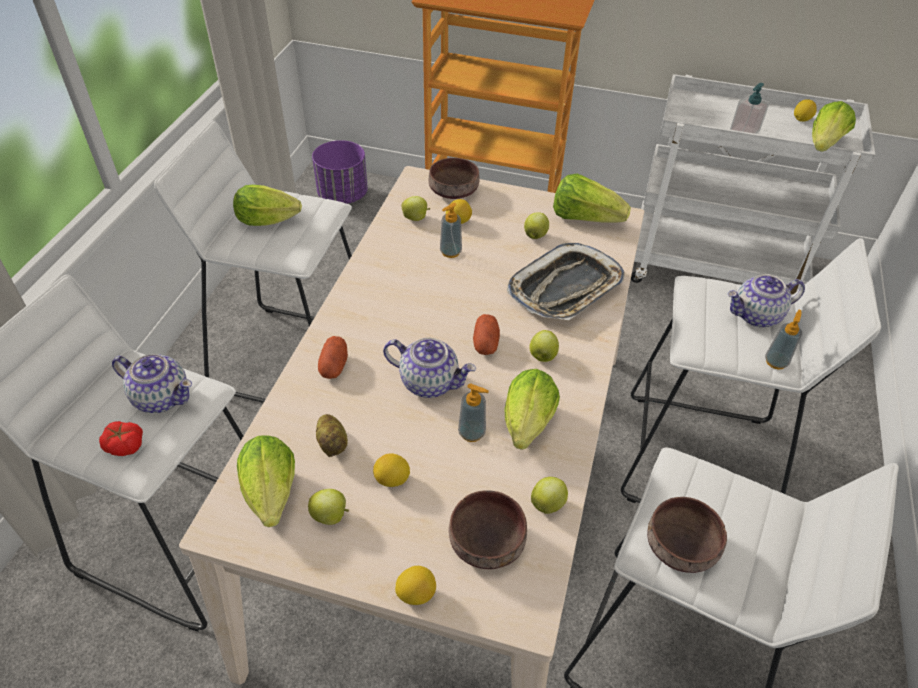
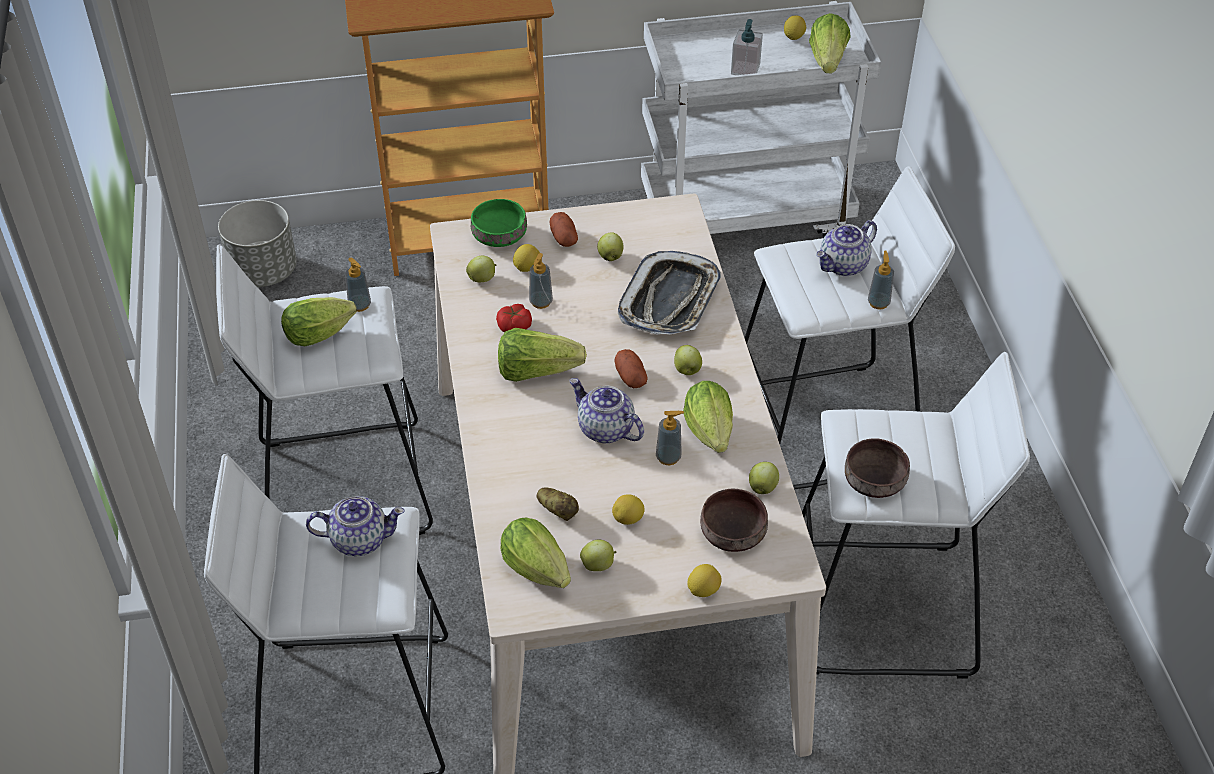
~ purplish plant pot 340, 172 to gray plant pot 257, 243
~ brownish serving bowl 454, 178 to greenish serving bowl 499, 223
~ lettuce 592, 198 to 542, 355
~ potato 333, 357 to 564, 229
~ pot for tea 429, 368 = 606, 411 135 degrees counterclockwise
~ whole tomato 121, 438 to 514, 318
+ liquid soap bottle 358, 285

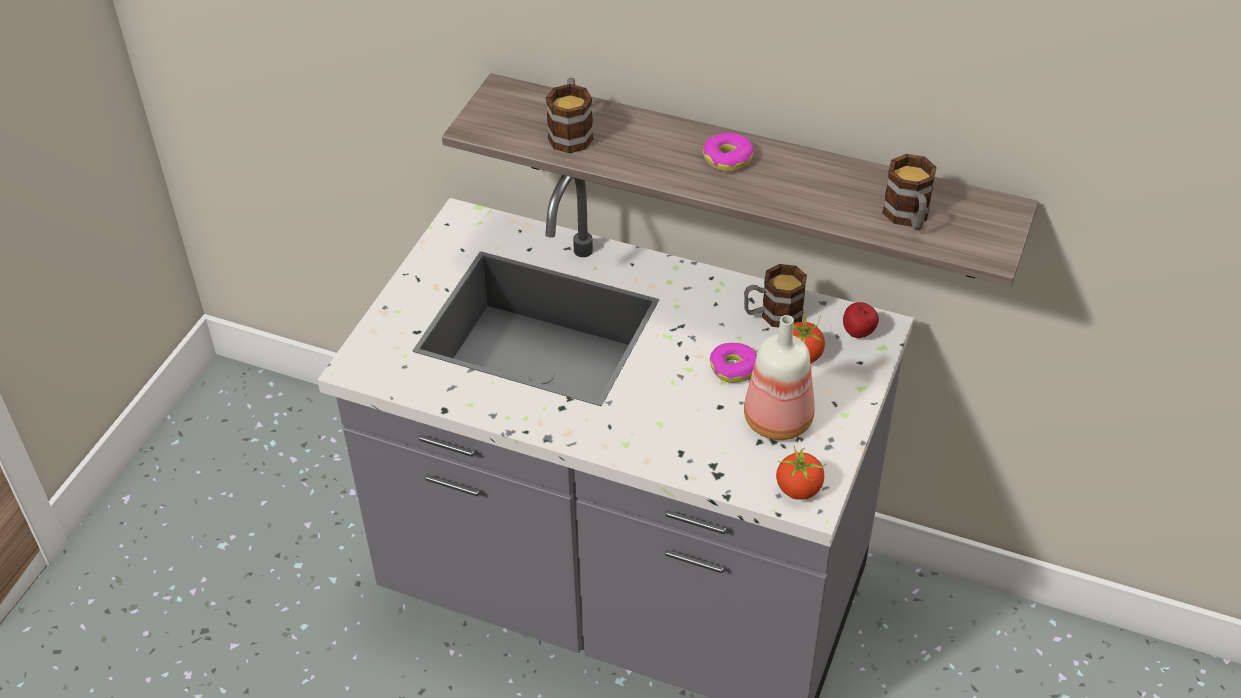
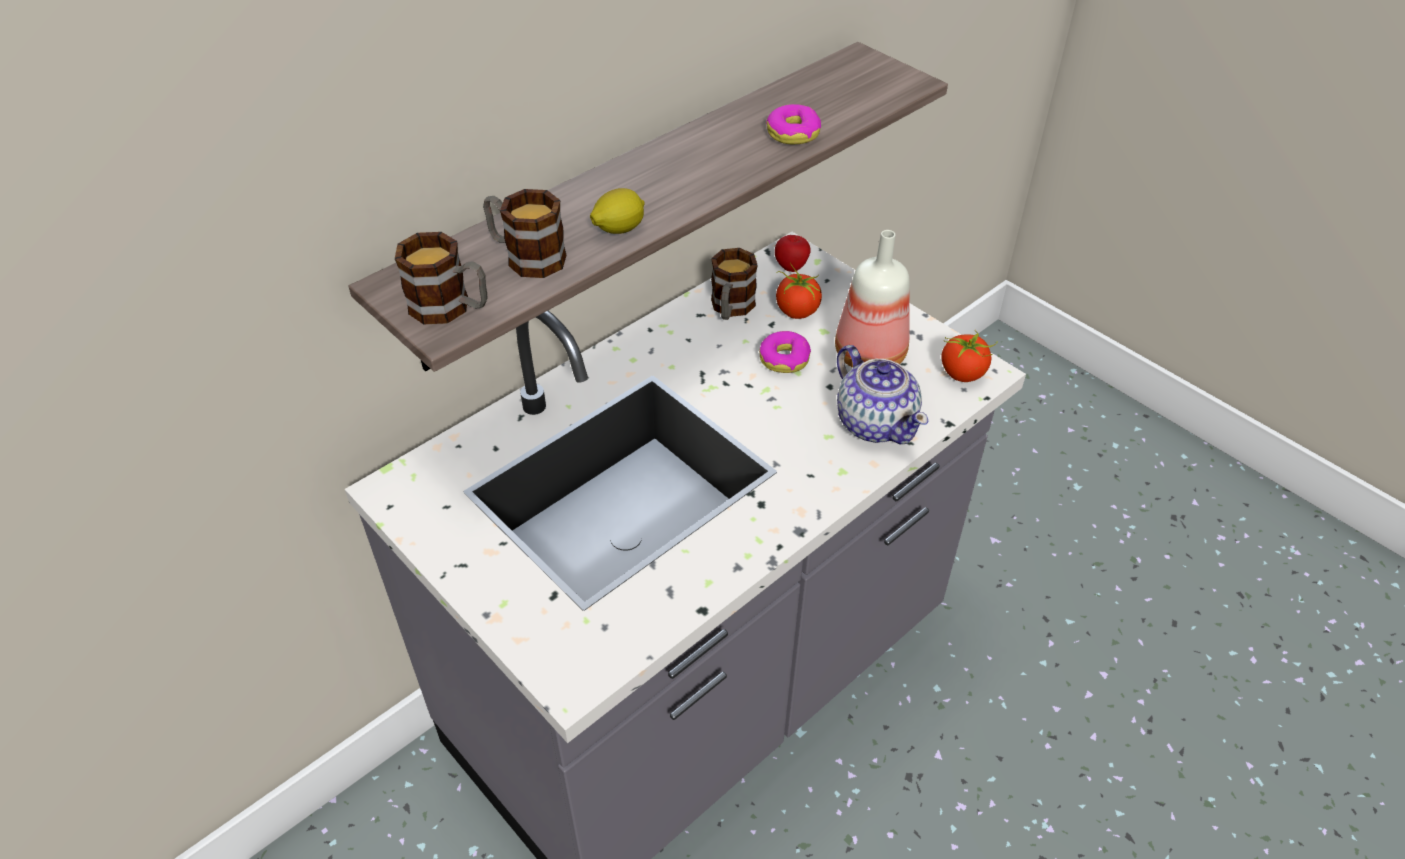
~ donut 728, 152 to 793, 124
~ mug 909, 192 to 441, 278
+ lemon 617, 211
+ pot for tea 882, 394

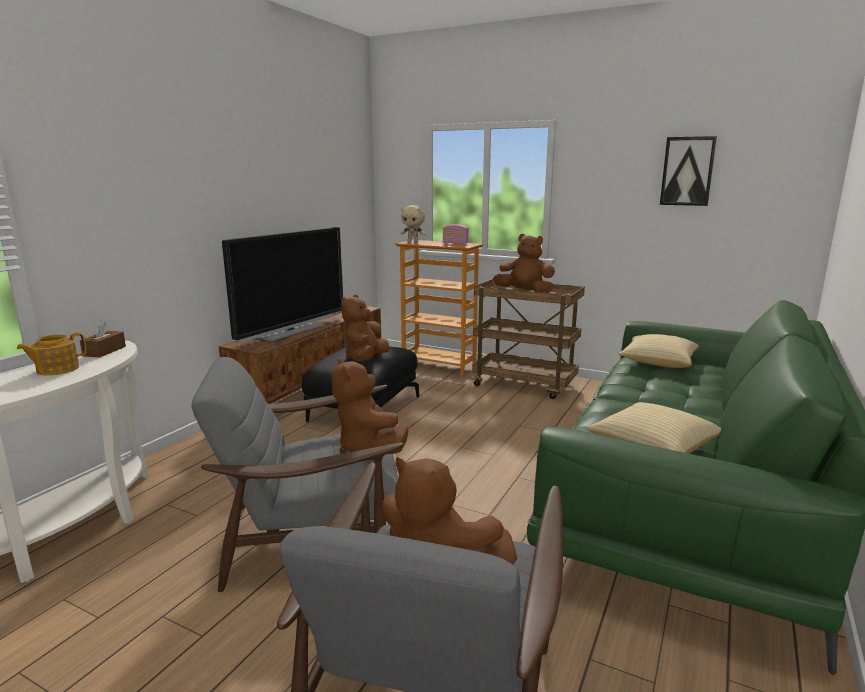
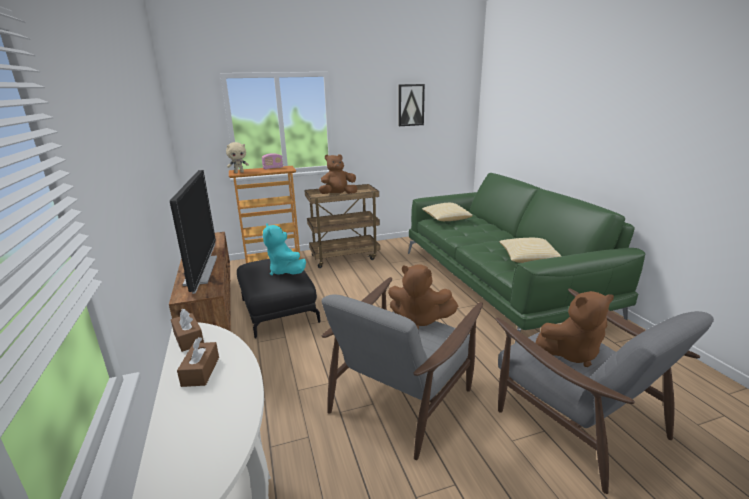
~ brownish soft toy 365, 328 to turquoise soft toy 284, 249
~ pot for tea 51, 354 to brownish tissue box 198, 362

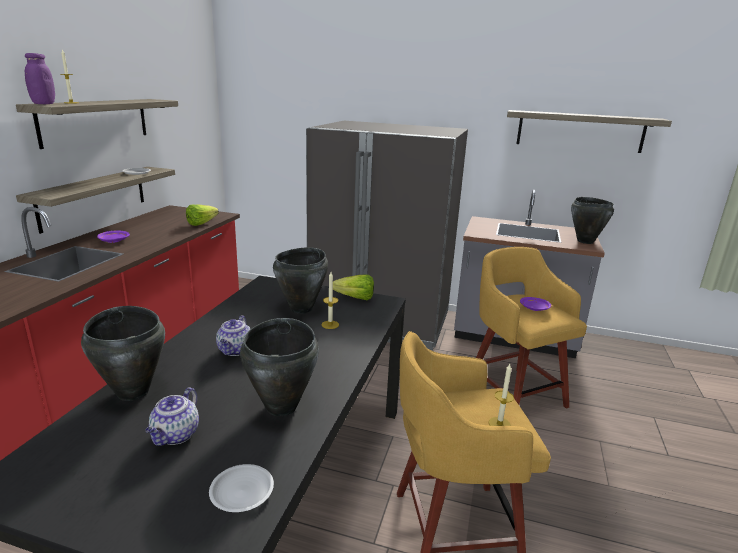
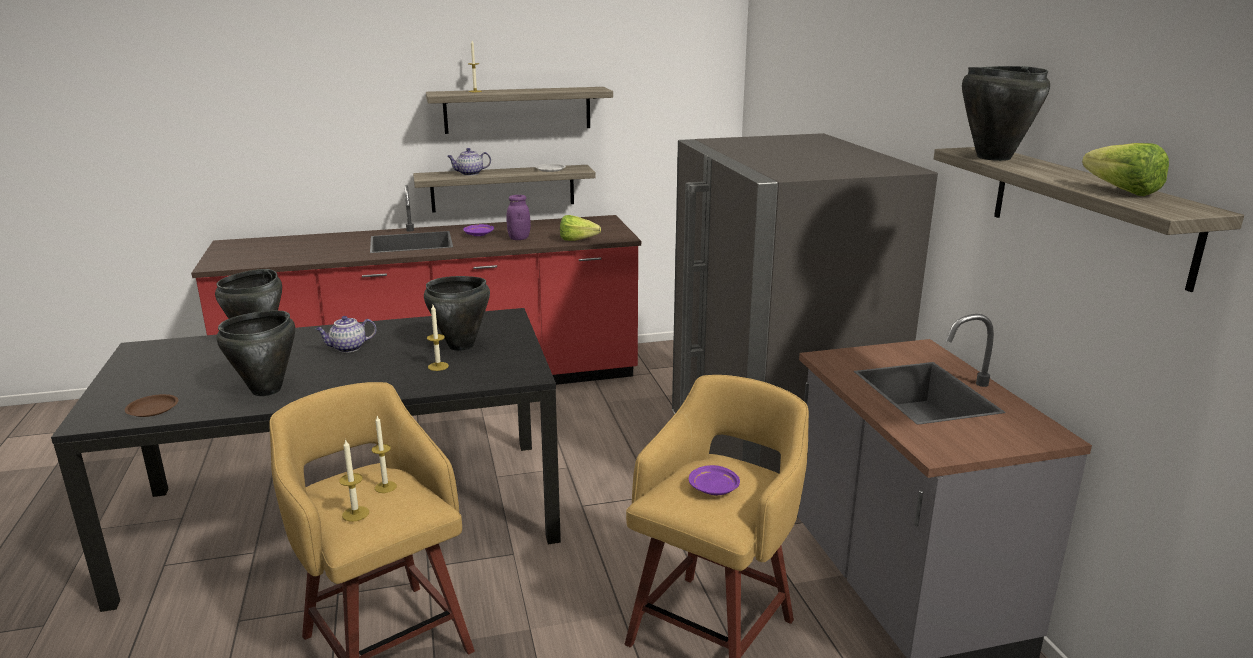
~ purplish jar 40, 78 to 518, 217
~ blackish stockpot 592, 220 to 1006, 113
~ lettuce 353, 287 to 1125, 169
~ pot for tea 172, 416 to 469, 162
~ white flat dish 241, 488 to brownish flat dish 151, 405
+ wax light 384, 454

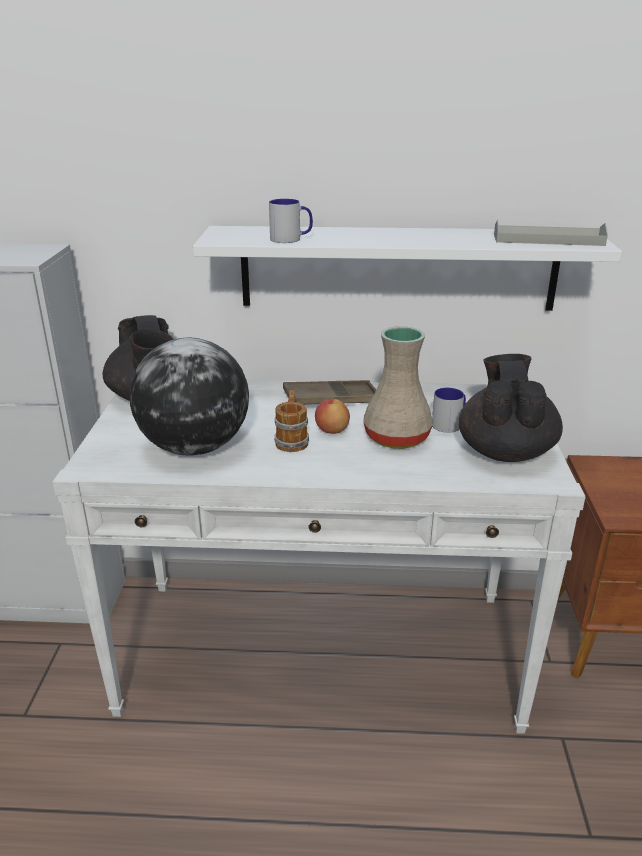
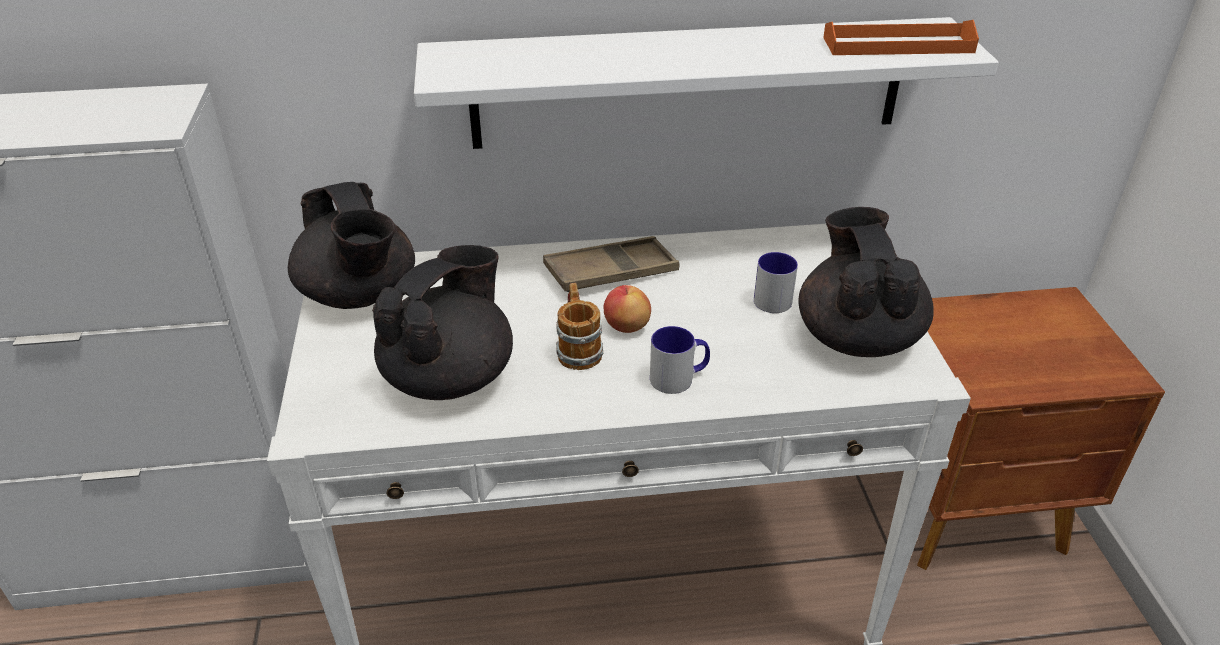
~ mug 291, 221 to 680, 360
~ gray tray 551, 233 to orange tray 901, 37
- beige flower vase 398, 387
~ desk globe 189, 397 to blackish pot for tea 442, 322

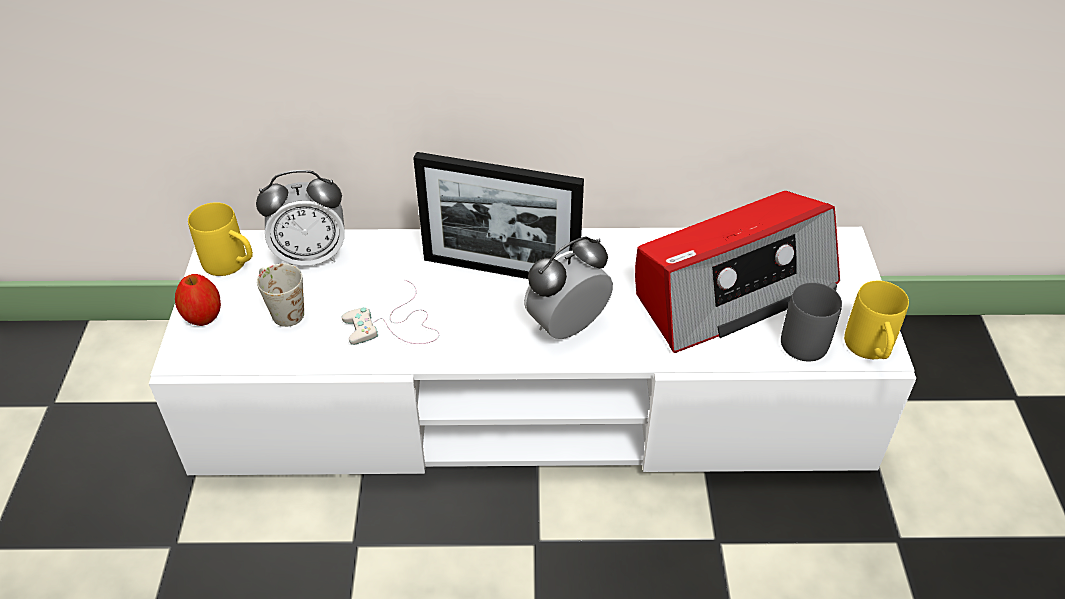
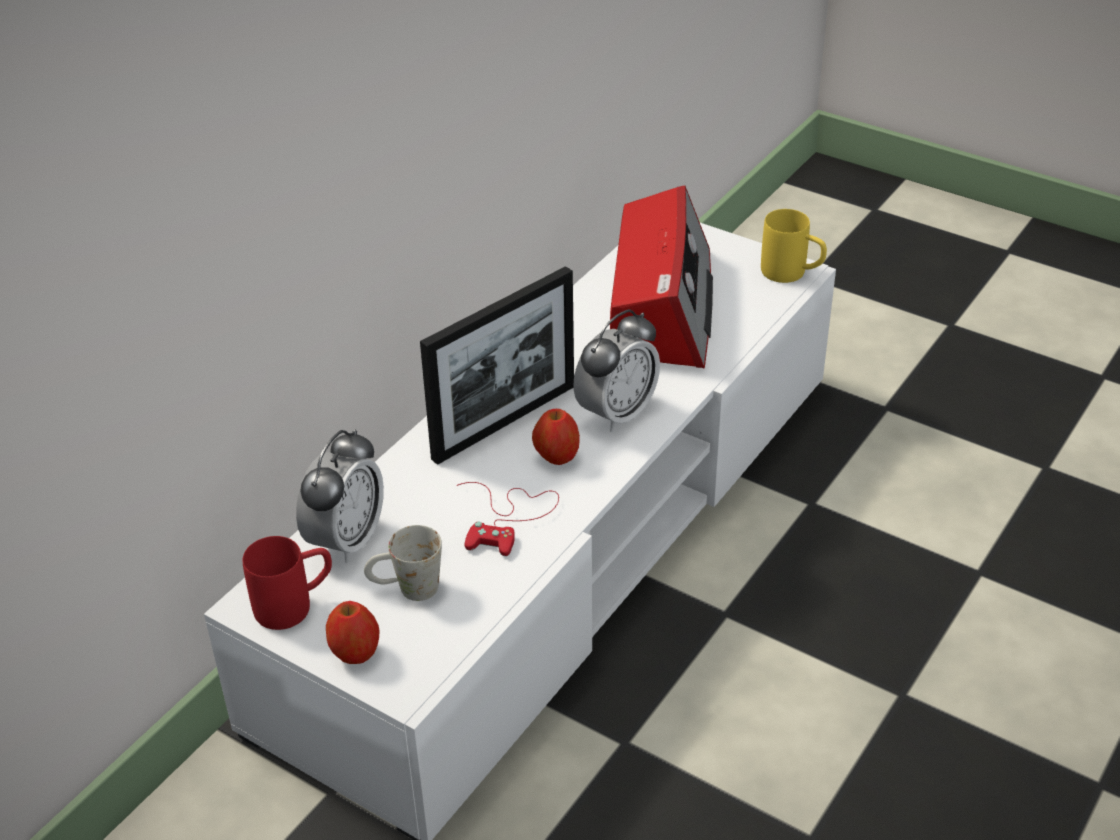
~ yellow-coloured mug 220, 239 to reddish mug 287, 583
~ bedside clock 568, 287 = 617, 370 135 degrees counterclockwise
~ white joypad 390, 312 to reddish joypad 508, 519
- gray mug 811, 321
+ whole apple 556, 437

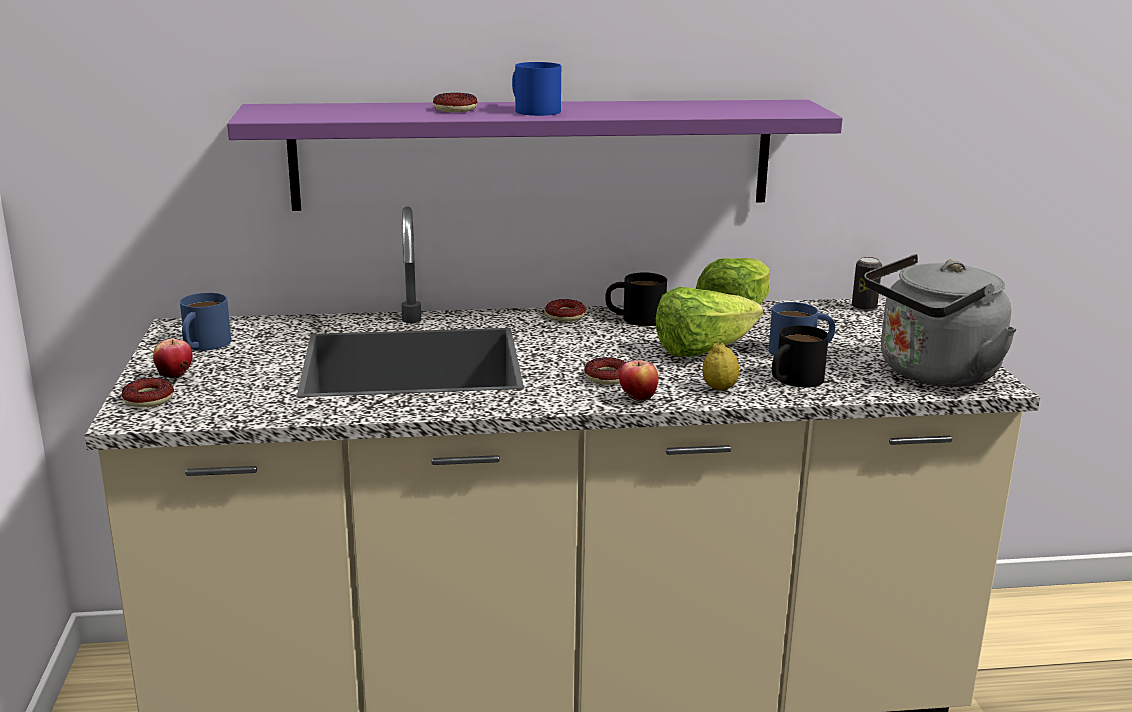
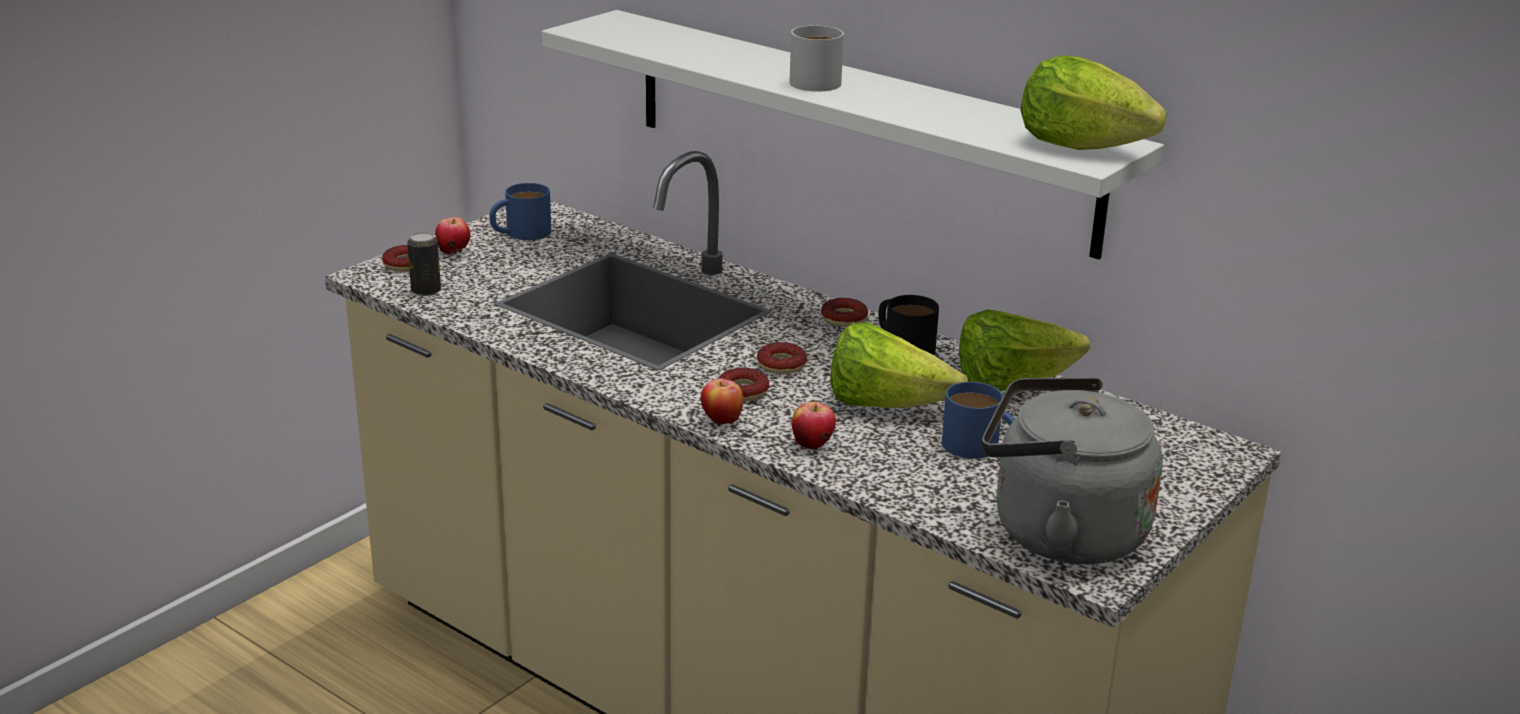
~ blue mug 536, 89 to white mug 816, 58
~ donut 455, 102 to 782, 358
~ purplish shelf 535, 155 to white shelf 853, 135
~ can 867, 284 to 424, 264
- blackish mug 800, 356
~ lemon 720, 367 to whole apple 814, 426
+ lettuce 1093, 103

